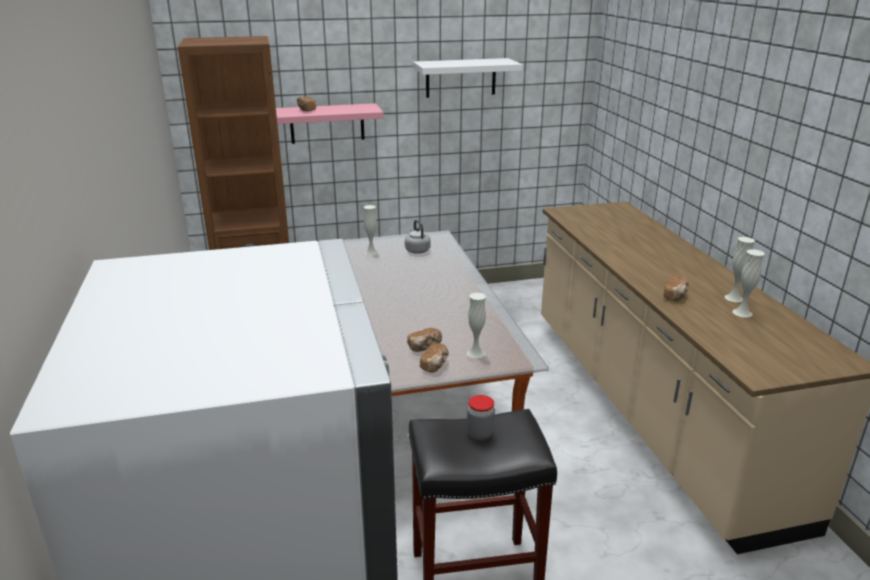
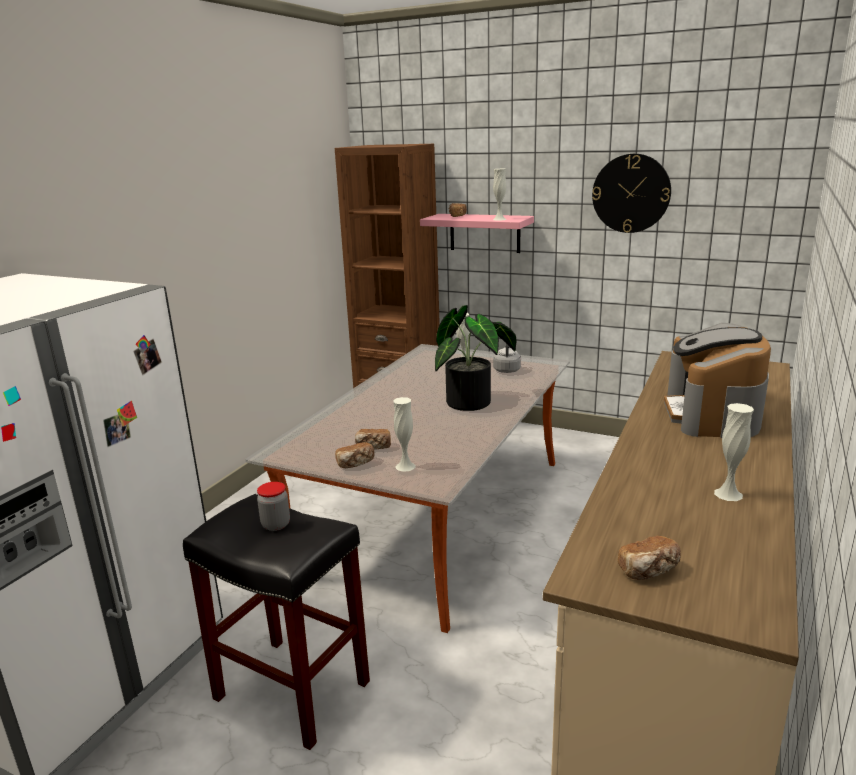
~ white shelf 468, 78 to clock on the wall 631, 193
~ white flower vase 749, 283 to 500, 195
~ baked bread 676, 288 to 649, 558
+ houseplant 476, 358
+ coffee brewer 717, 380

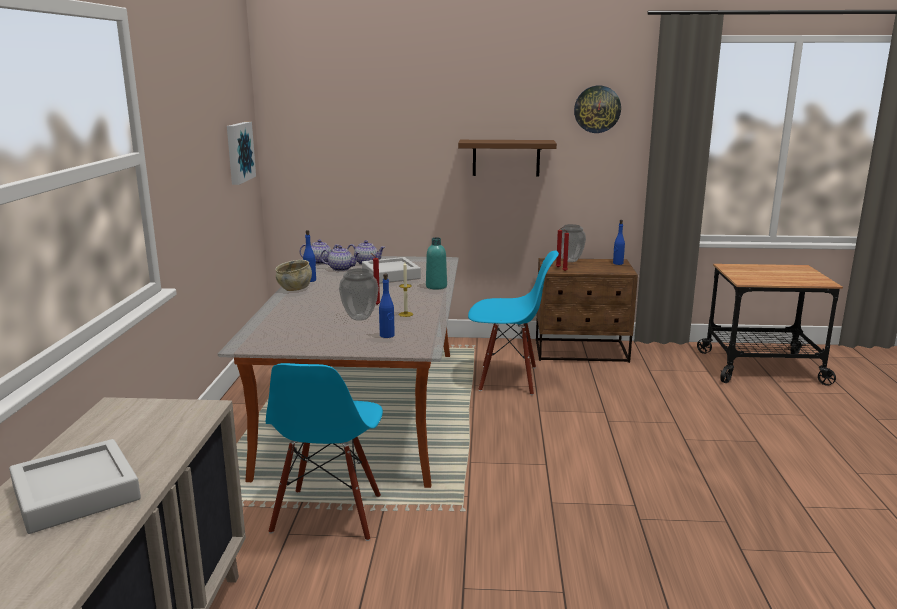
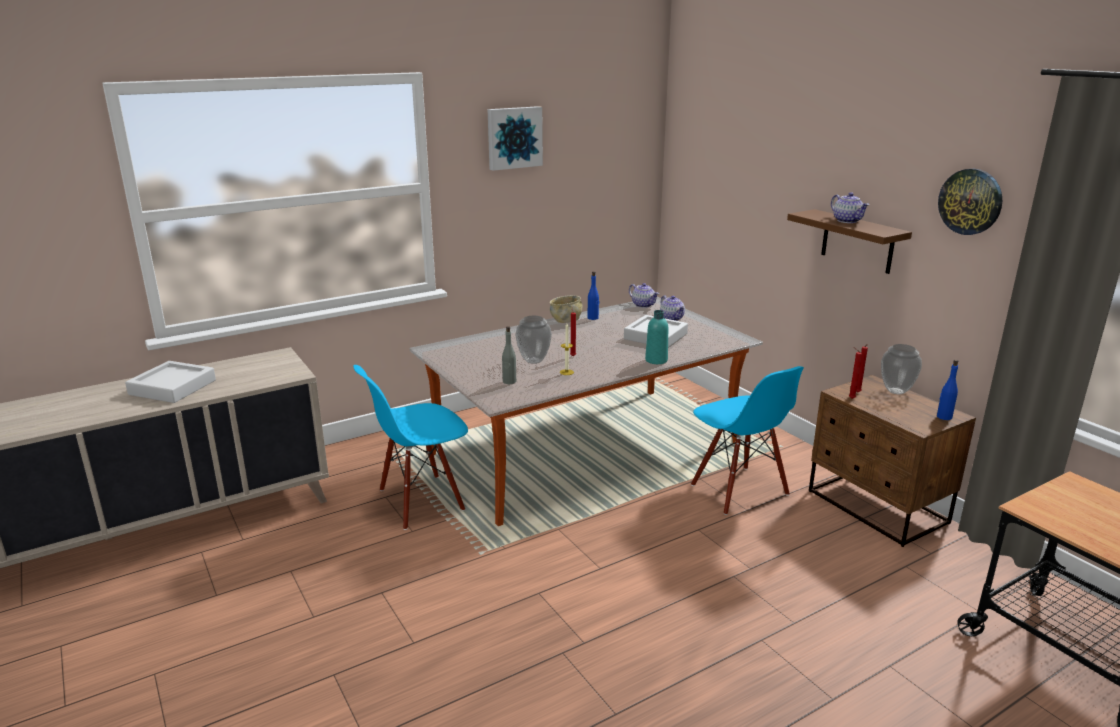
~ picture 241, 153 to 515, 138
~ pot for tea 340, 258 to 850, 207
~ blue drink bottle 387, 306 to gray drink bottle 509, 355

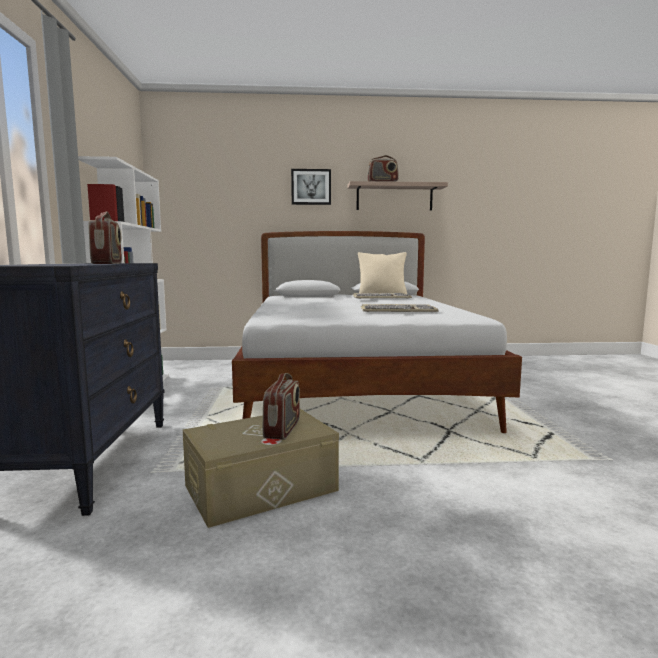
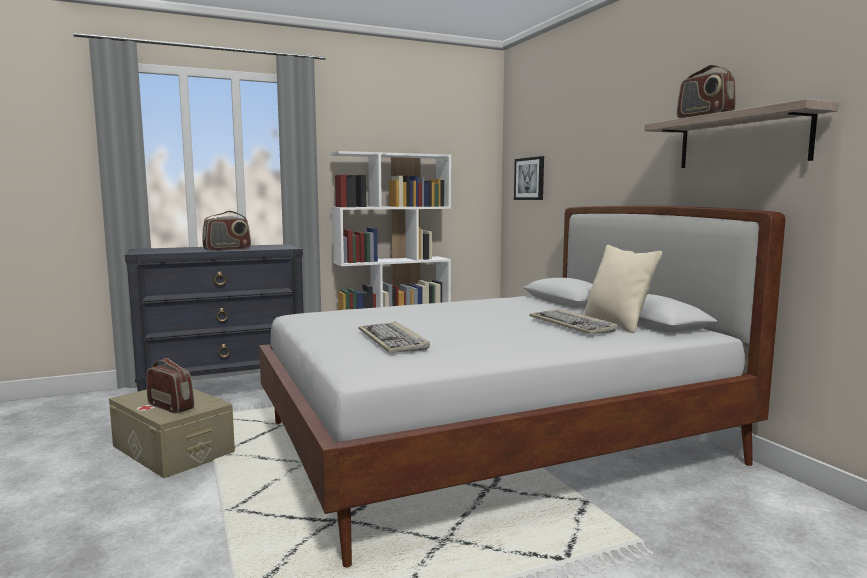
~ picture 311, 187 to 529, 178
~ radio 281, 406 = 170, 386 135 degrees counterclockwise

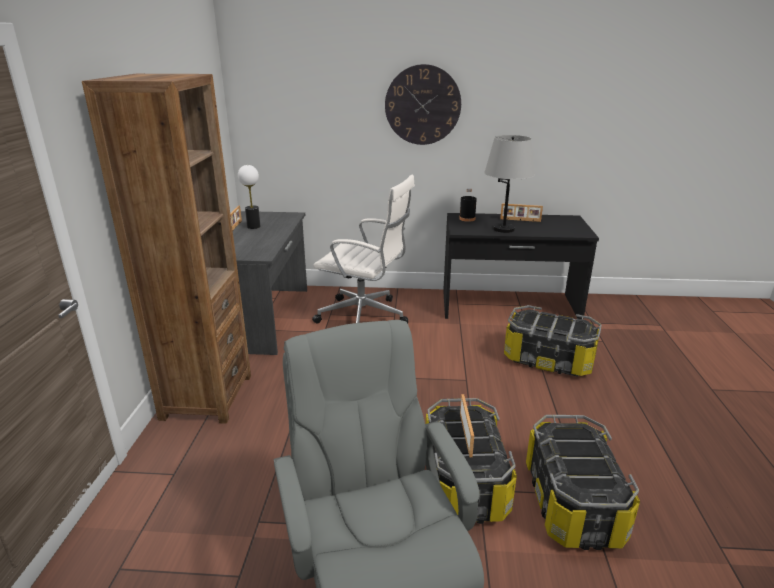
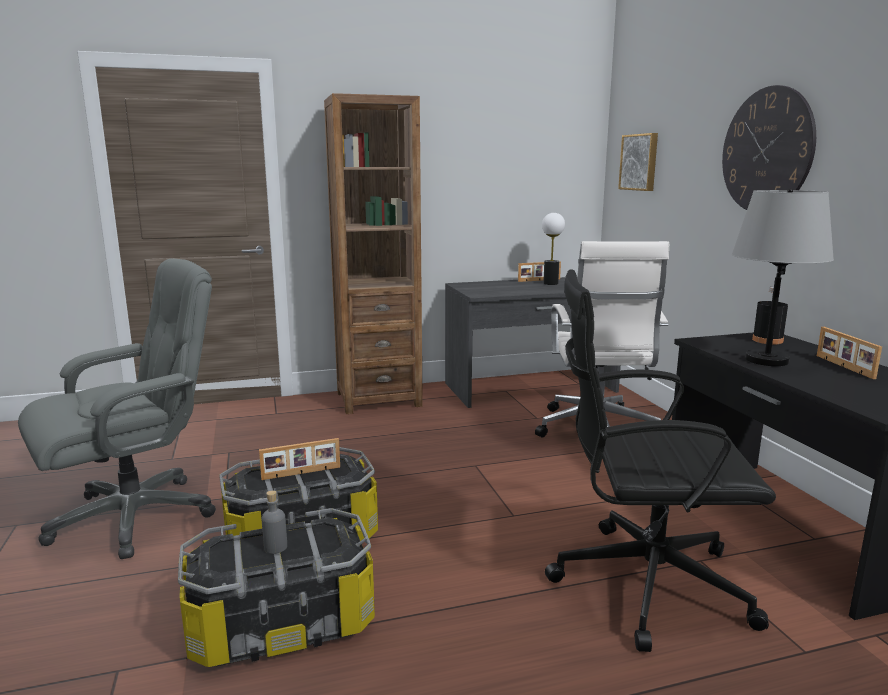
~ storage container 553, 341 to blackish desk chair 660, 460
+ picture 638, 162
+ gray drink bottle 274, 522

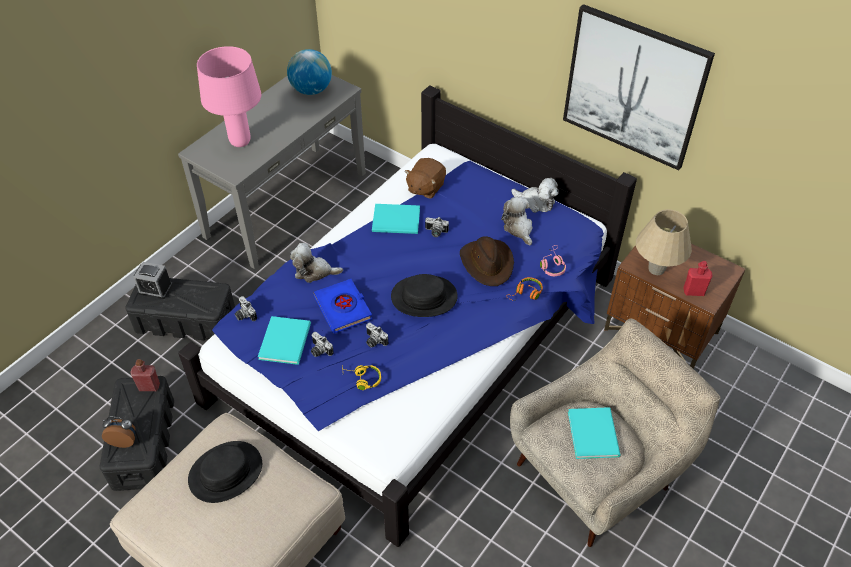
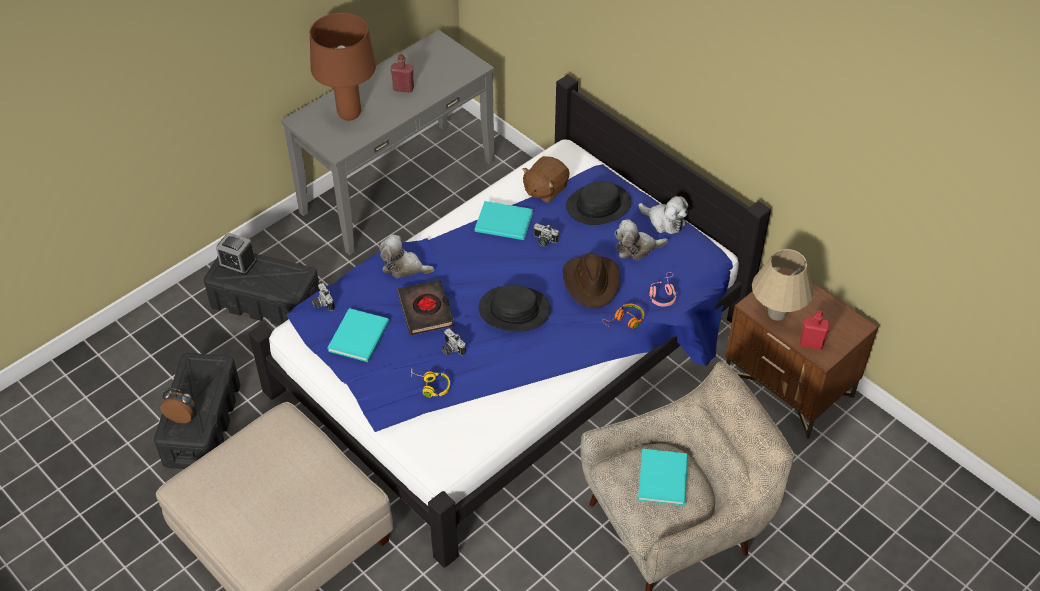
- picture 639, 87
~ pink tabletop lamp 229, 96 to brownish tabletop lamp 343, 67
- desk globe 309, 72
~ soft toy 517, 221 = 641, 240 90 degrees counterclockwise
~ blue book 343, 306 to blackish book 425, 307
- still camera 322, 344
~ reddish drink bottle 145, 375 to 402, 73
~ blackish wearable hat 225, 472 to 598, 203

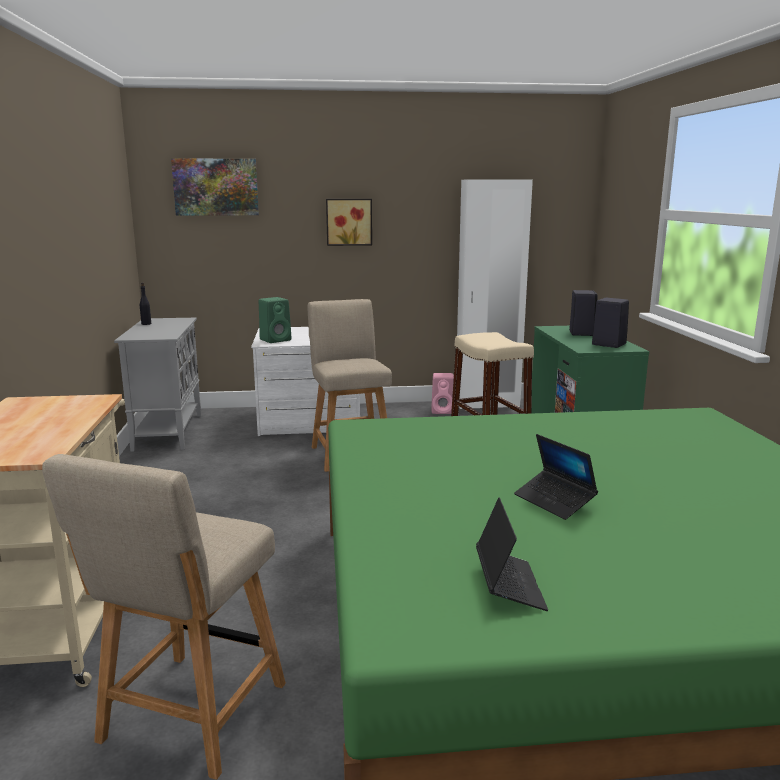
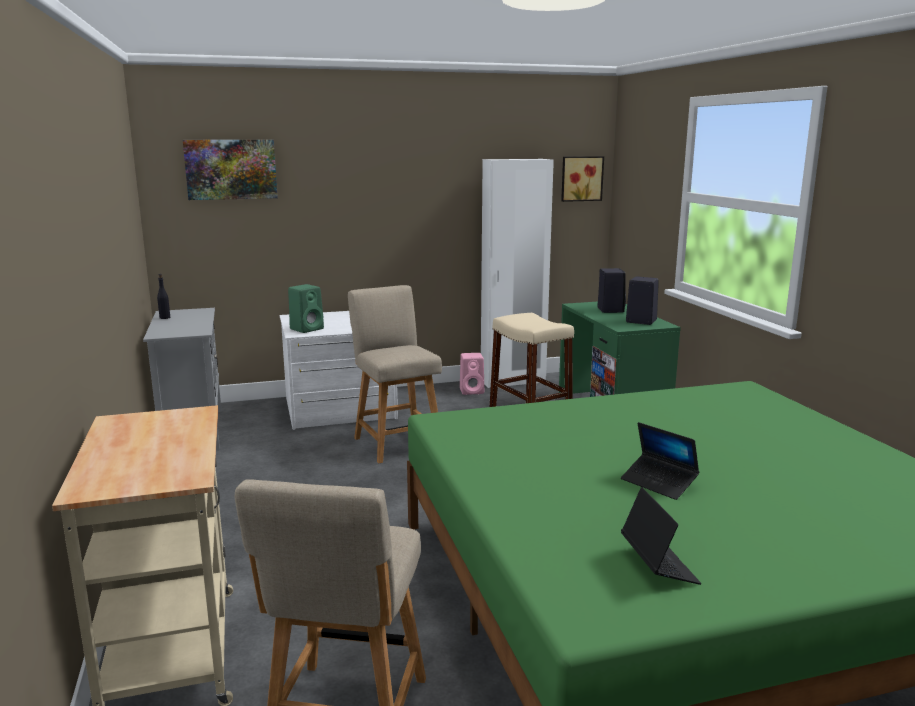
~ picture 349, 222 to 582, 179

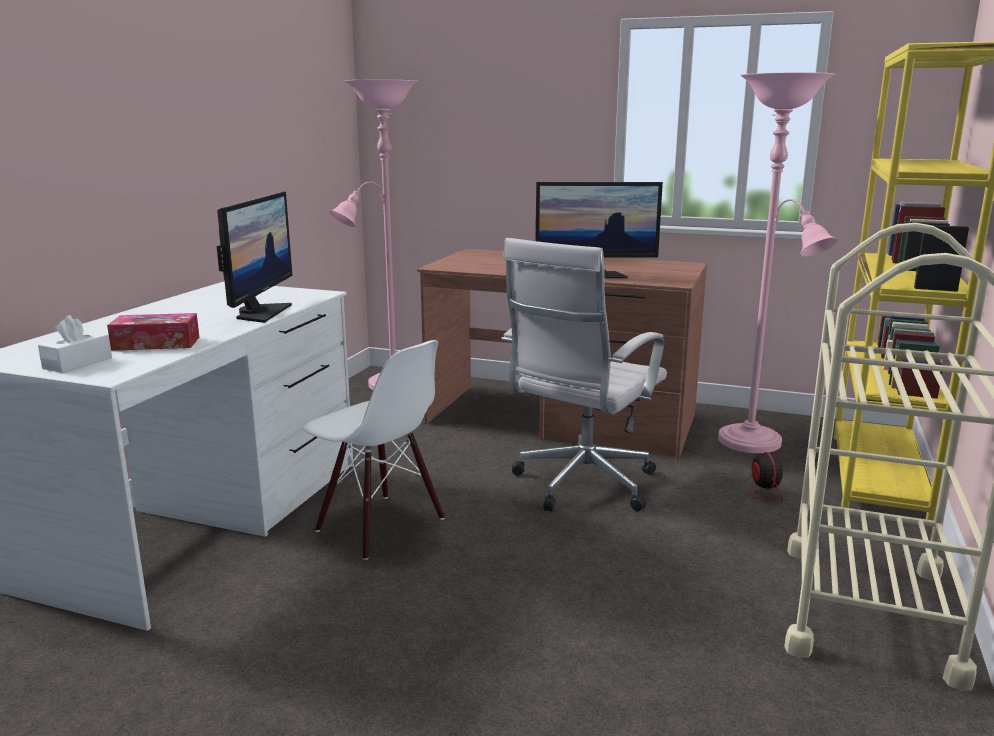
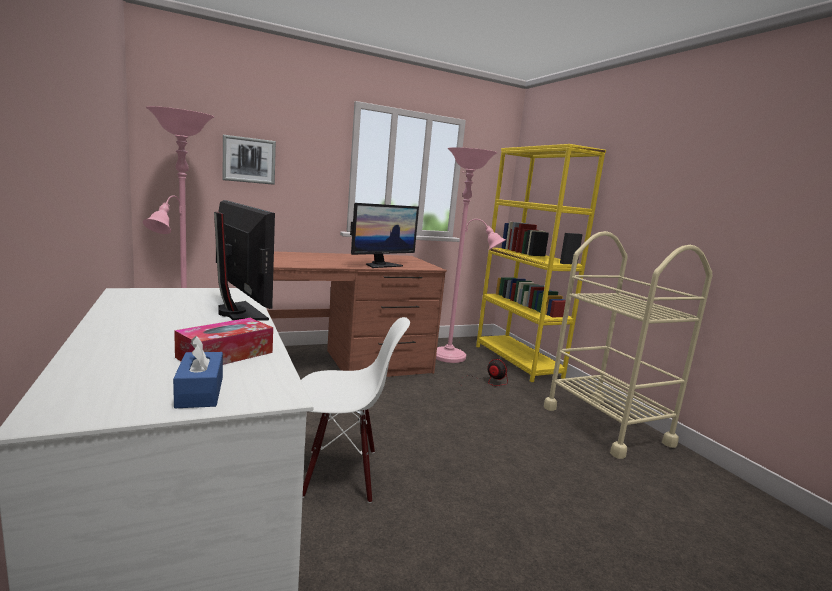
- white desk chair 584, 375
~ white tissue box 75, 344 to blue tissue box 198, 372
+ picture 249, 160

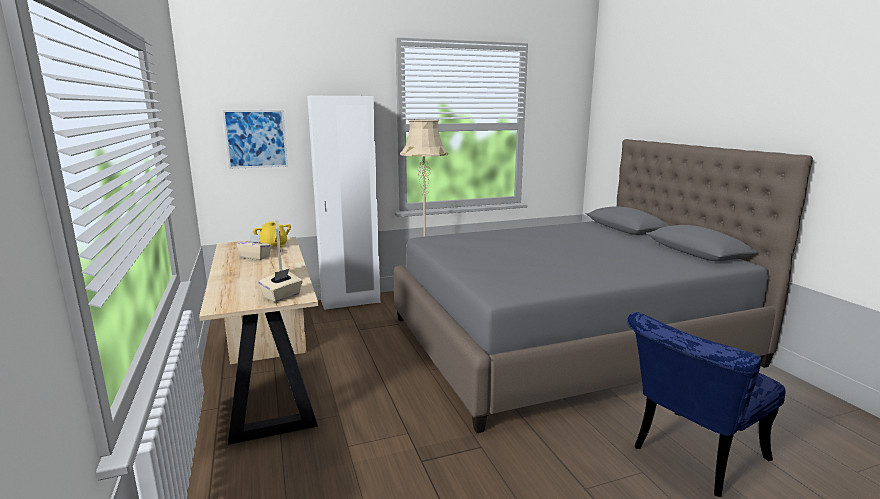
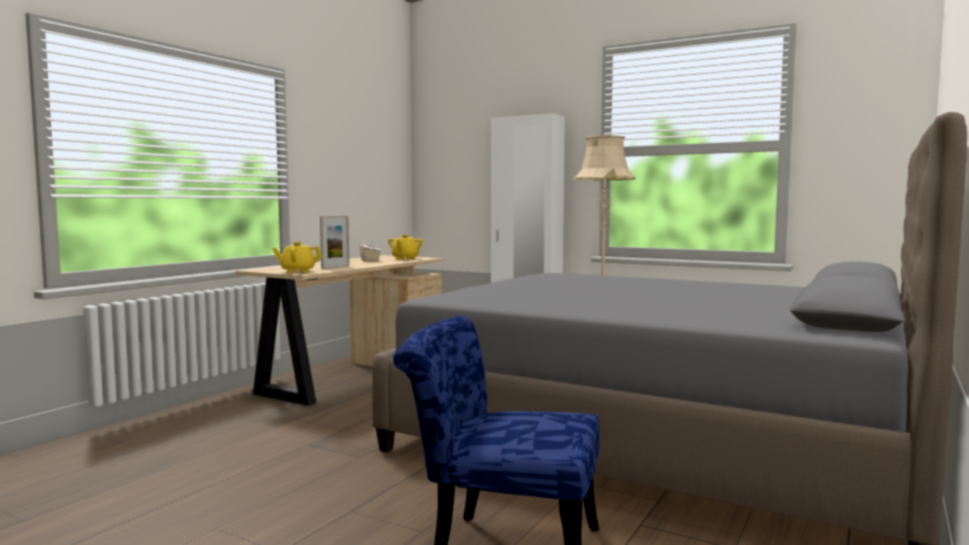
- picture 255, 139
~ beige tissue box 280, 285 to yellow-coloured pot for tea 297, 257

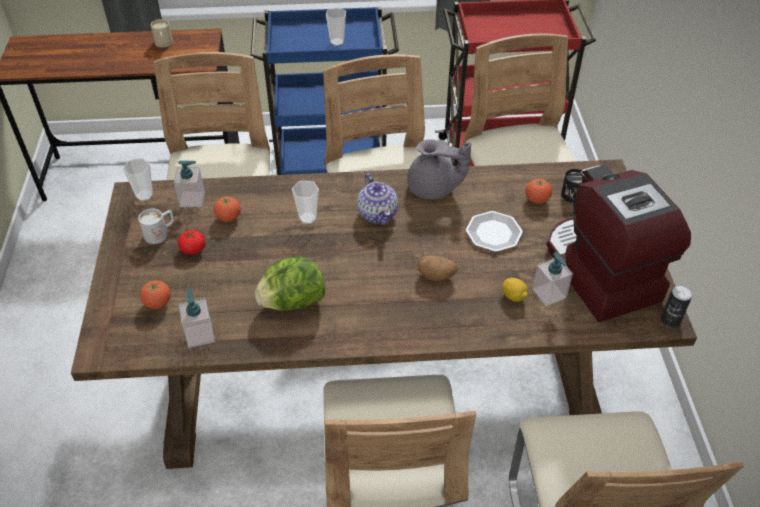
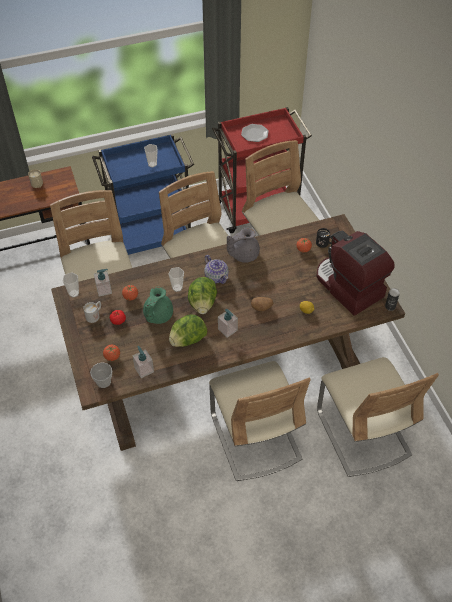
~ gray pot for tea 439, 169 = 243, 245 150 degrees clockwise
~ flat dish 494, 231 to 255, 133
~ liquid soap bottle 552, 279 to 228, 323
+ lettuce 202, 295
+ greenish pot for tea 158, 305
+ small cup 101, 375

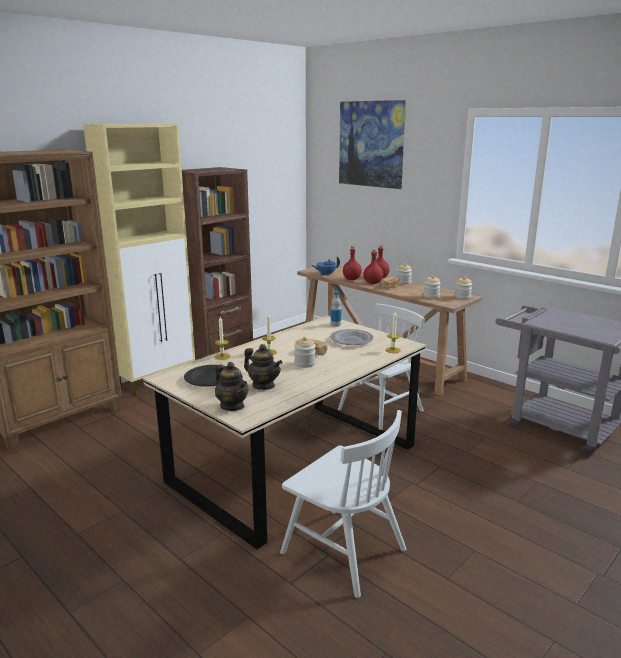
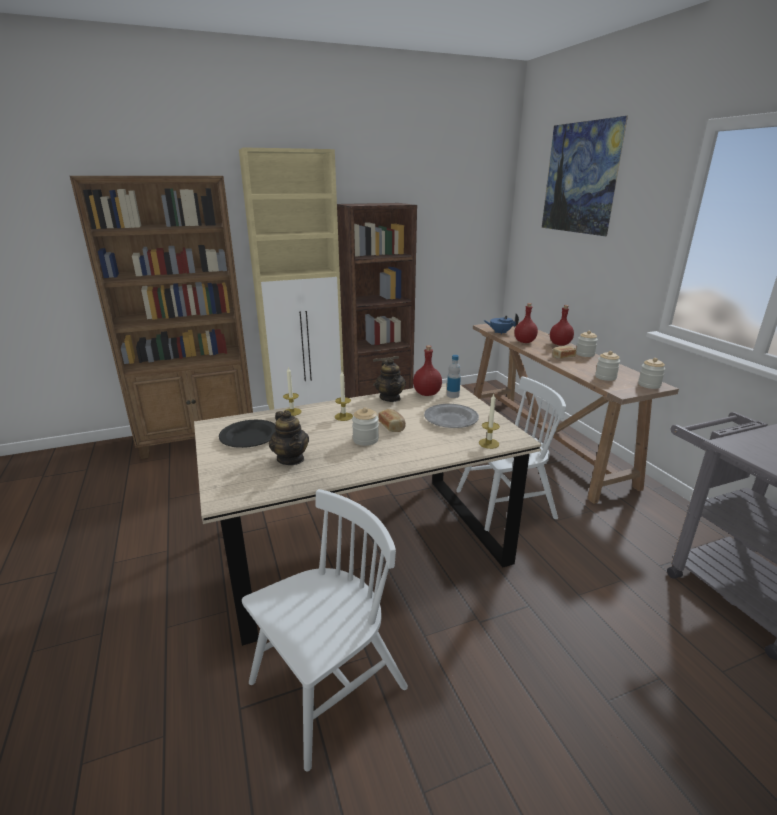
~ reddish drink bottle 373, 266 to 427, 370
~ pot for tea 231, 386 to 390, 380
~ white chair 343, 504 = 325, 630 105 degrees counterclockwise

